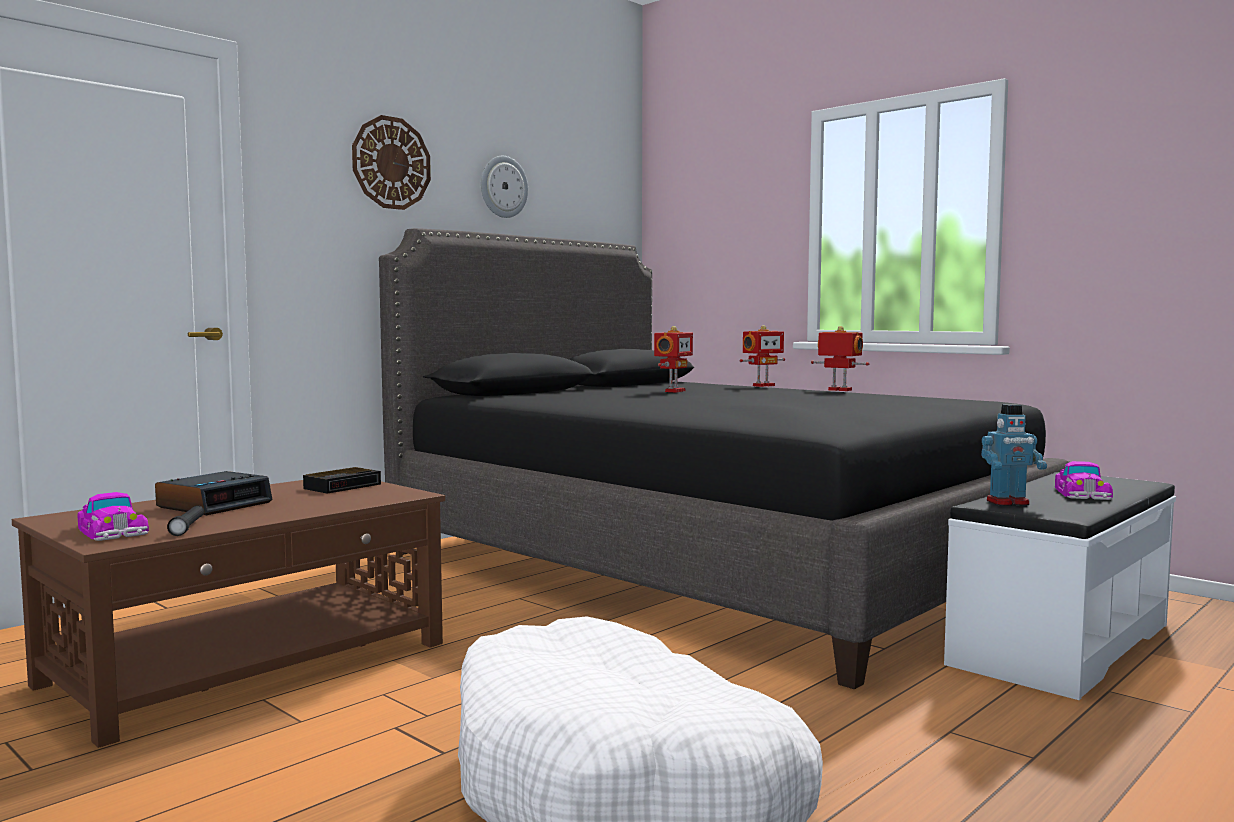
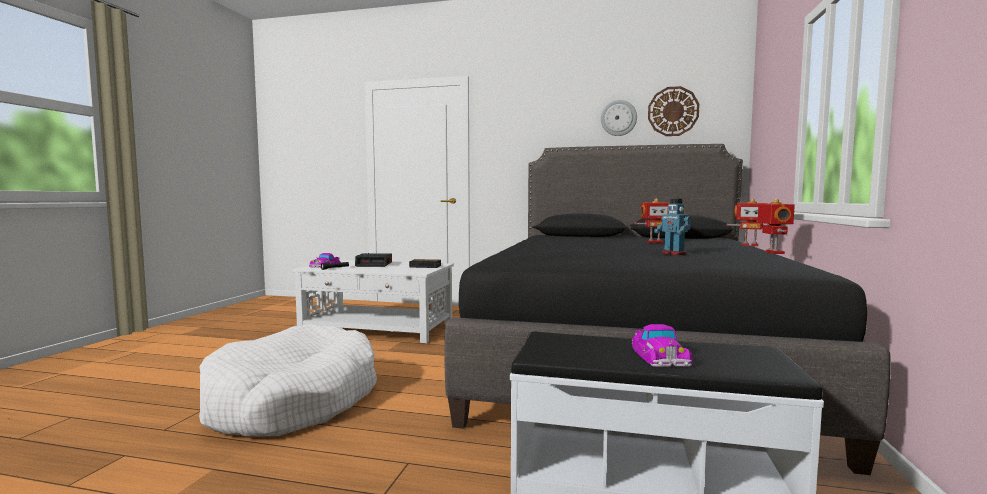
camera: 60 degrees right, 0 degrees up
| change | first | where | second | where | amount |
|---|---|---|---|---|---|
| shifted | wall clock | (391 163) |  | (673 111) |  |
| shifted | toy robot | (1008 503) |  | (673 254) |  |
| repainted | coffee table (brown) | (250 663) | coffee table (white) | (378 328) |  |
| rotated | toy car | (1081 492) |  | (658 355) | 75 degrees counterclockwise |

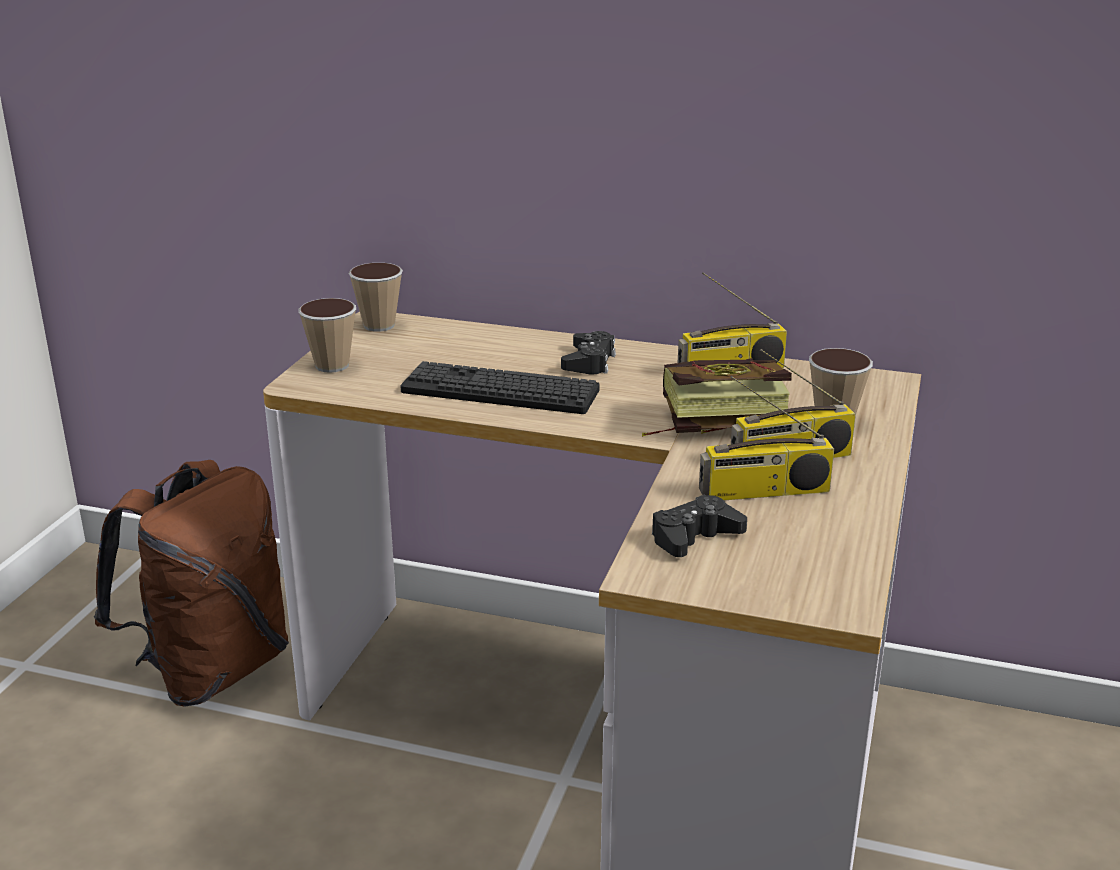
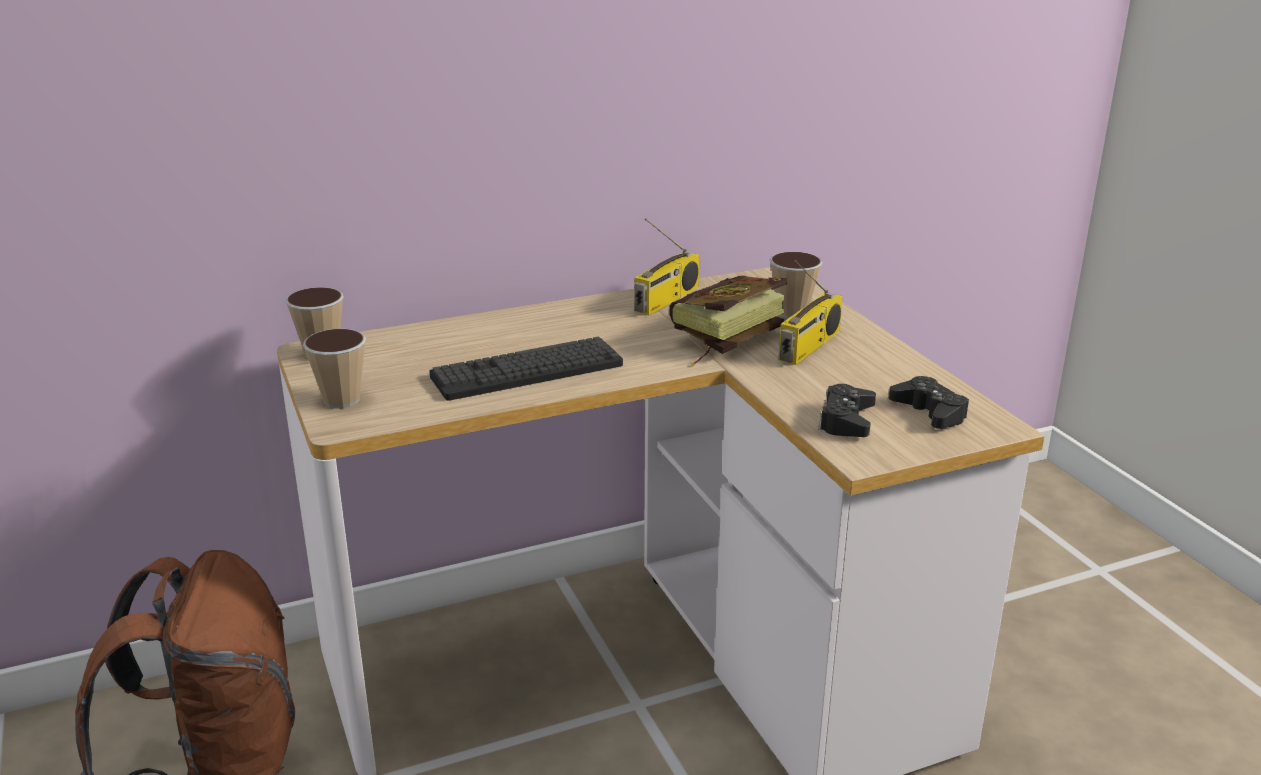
camera: 40 degrees left, 0 degrees up
| change | first | where | second | where | amount |
|---|---|---|---|---|---|
| gone | radio | (764 492) |  |  |  |
| shifted | game controller (black) | (589 361) |  | (929 412) |  |

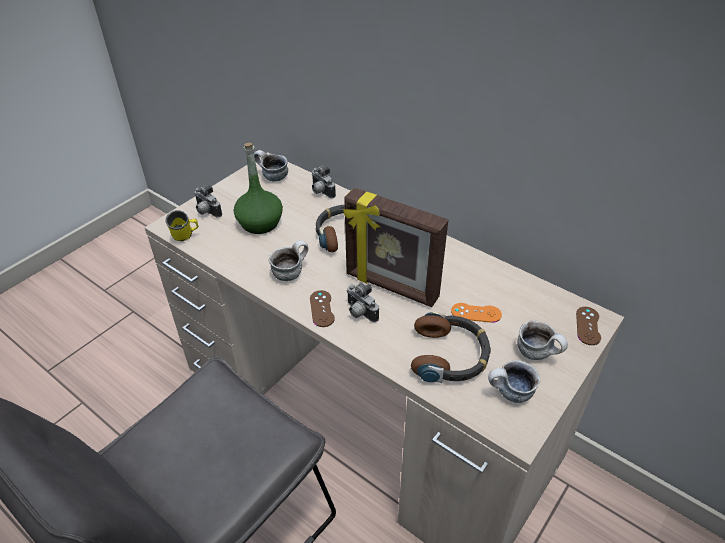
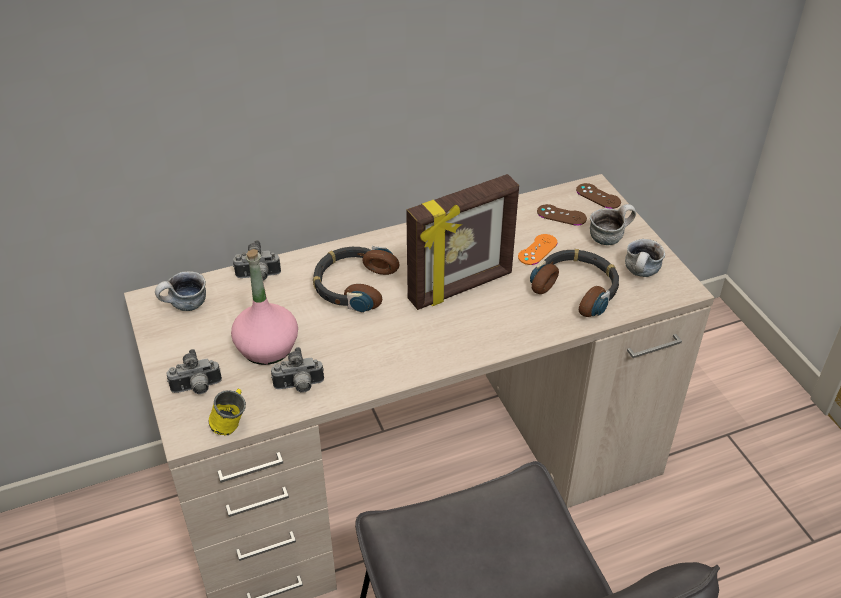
camera: 60 degrees left, 0 degrees up
| change | first | where | second | where | amount |
|---|---|---|---|---|---|
| gone | mug | (290 272) |  |  |  |
| shifted | game controller (brown) | (322 308) |  | (561 215) |  |
| shifted | photo camera | (359 313) |  | (299 387) |  |
| repainted | bottle (green) | (260 223) | bottle (pink) | (267 348) |  |

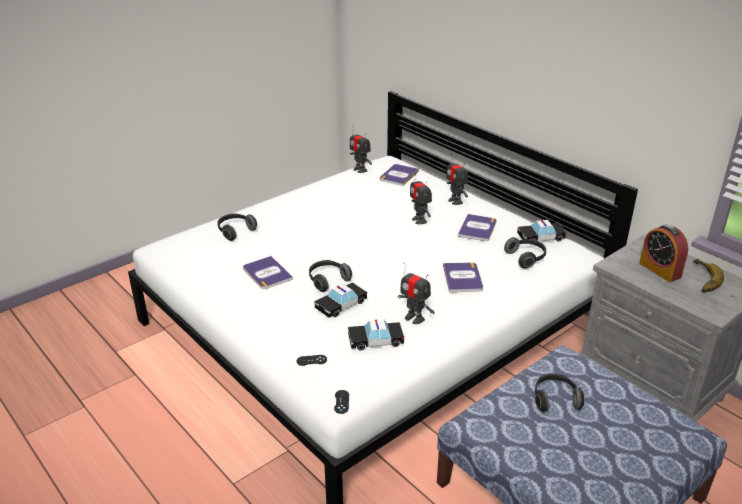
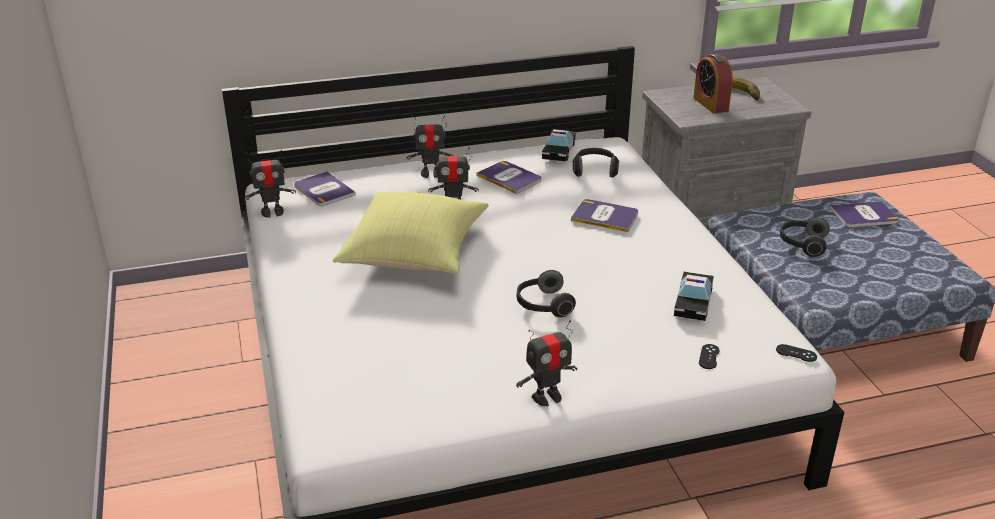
camera: 65 degrees left, 0 degrees up
| change | first | where | second | where | amount |
|---|---|---|---|---|---|
| gone | headphones | (235 231) |  |  |  |
| gone | toy car | (341 305) |  |  |  |
| new |  |  | pillow (yellow) | (415 256) |  |
| shifted | book | (267 273) |  | (864 215) |  |
| shifted | toy robot | (414 318) |  | (547 397) |  |
| rotated | alarm clock | (660 270) |  | (710 104) | 75 degrees clockwise |

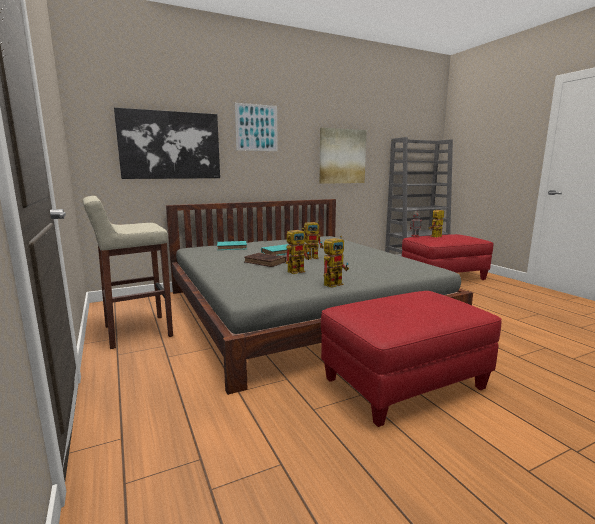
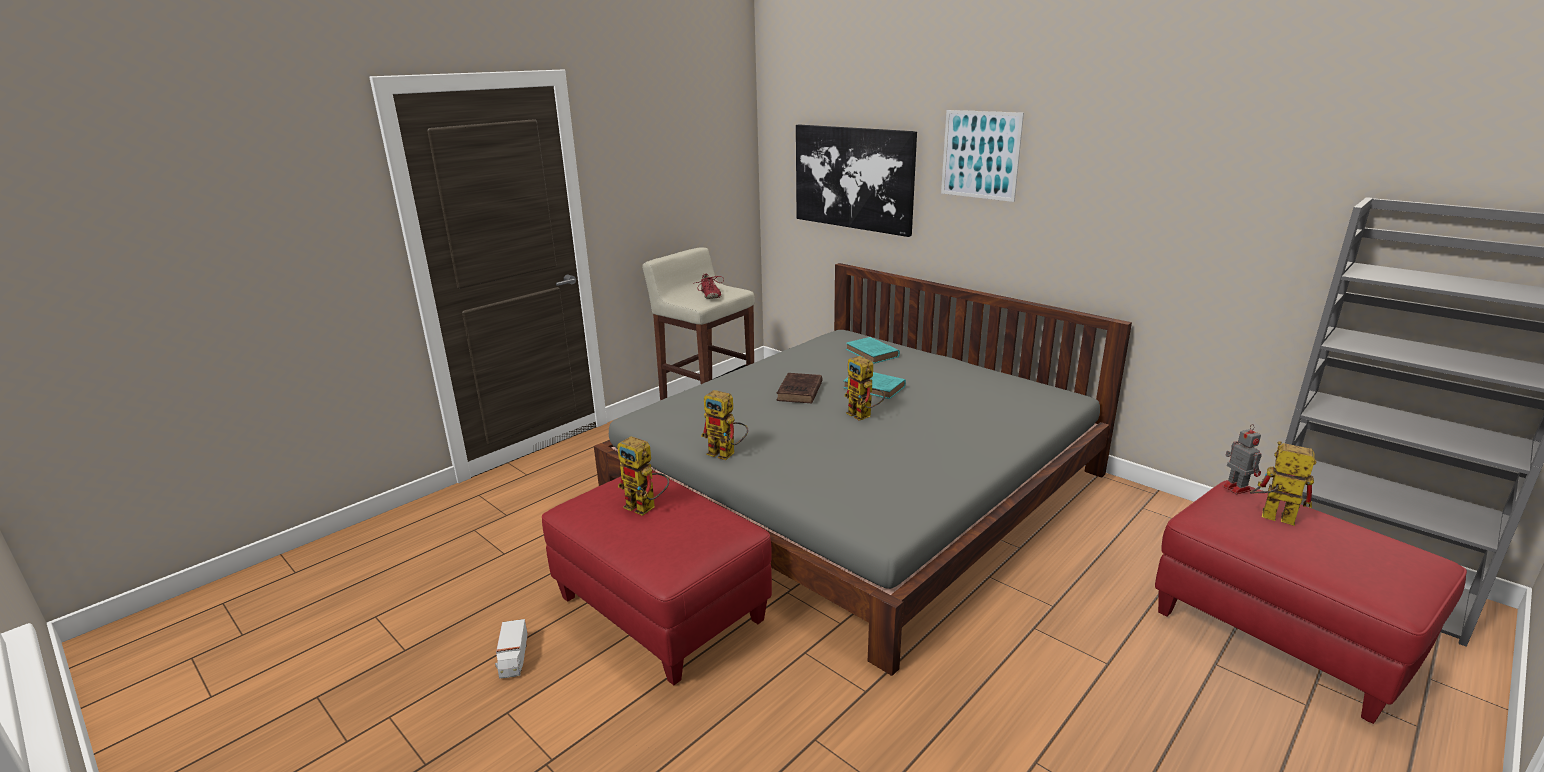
camera: 70 degrees right, 10 degrees up
| change | first | where | second | where | amount |
|---|---|---|---|---|---|
| gone | picture | (342 156) |  |  |  |
| new |  |  | toy truck | (513 658) |  |
| new |  |  | shoe (red) | (710 295) |  |
| shifted | toy robot | (298 270) |  | (646 508) |  |

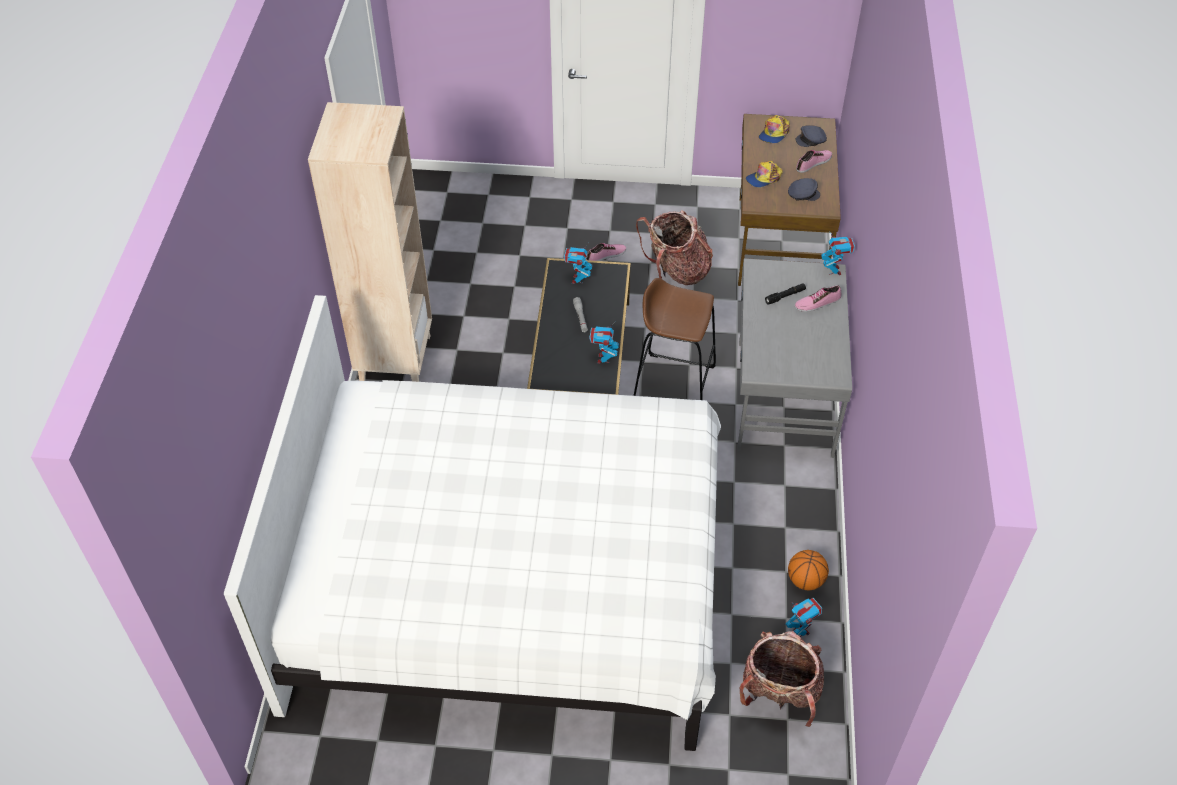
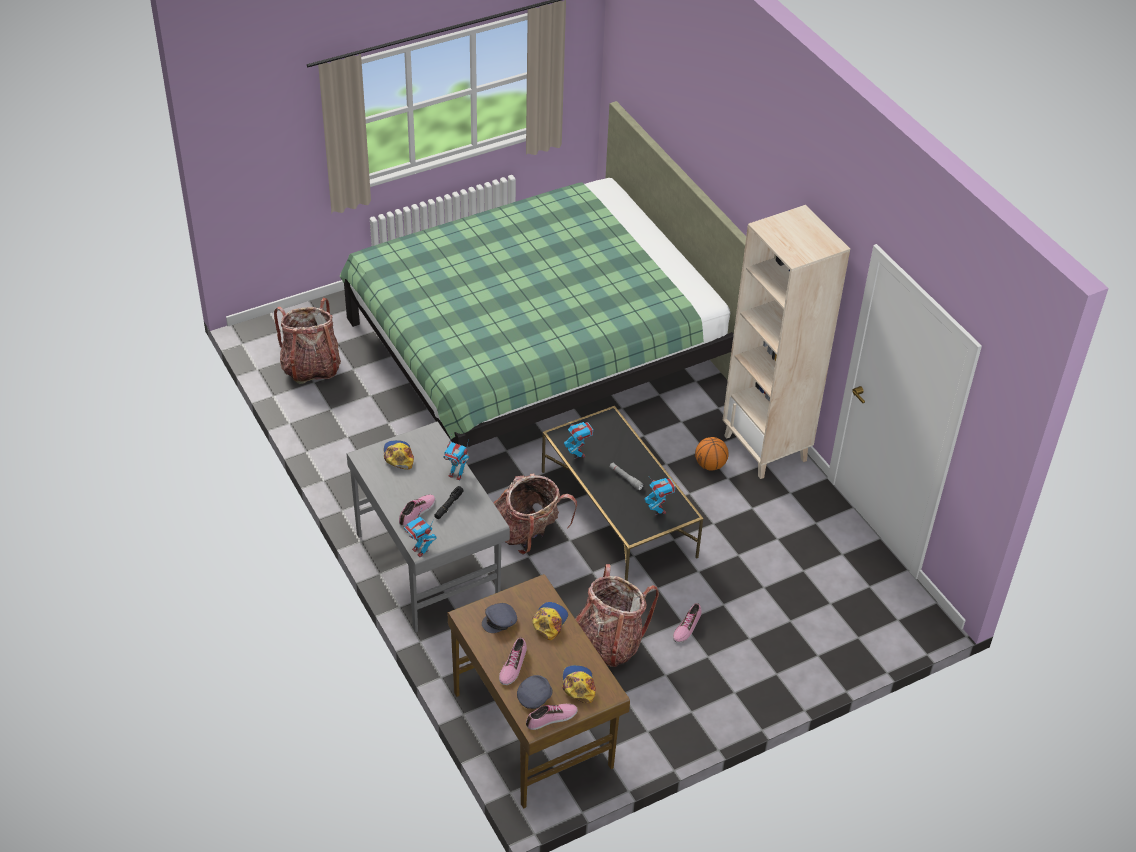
camera: 145 degrees right, 5 degrees down
| change | first | where | second | where | amount |
|---|---|---|---|---|---|
| new |  |  | cap | (398 456) |  |
| new |  |  | shoe | (551 719) |  |
| shifted | toy robot | (800 631) |  | (456 474) |  |
| shifted | basketball | (805 581) |  | (710 465) |  |
| swapped | stool (brown) | (674 384) | backpack | (528 533) |  |
| repainted | bed (white) | (508 580) | bed (green) | (537 350) |  |

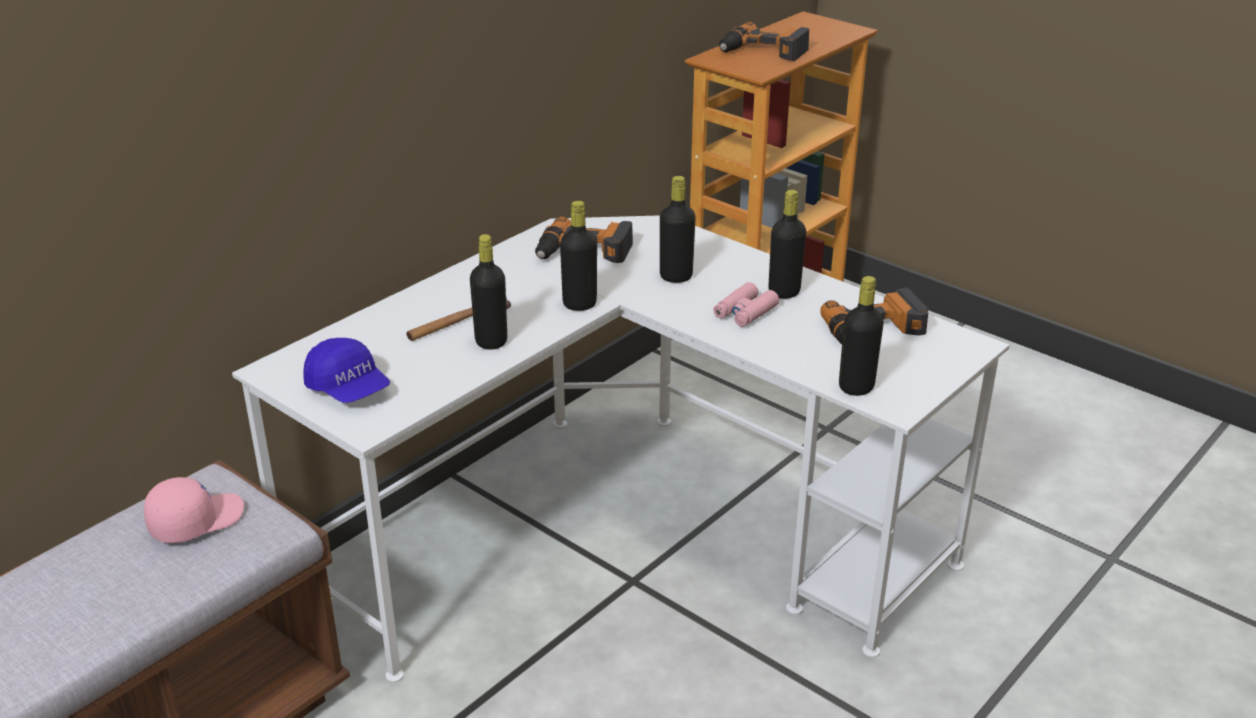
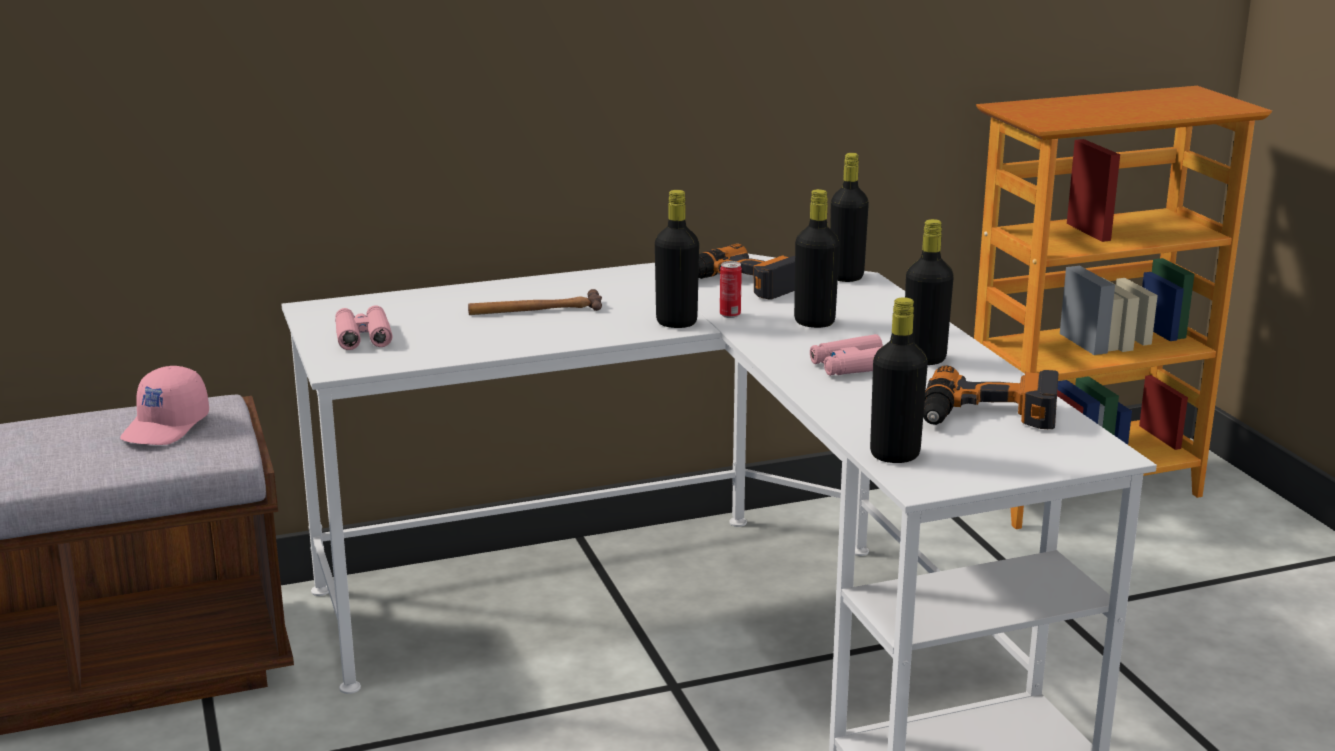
camera: 30 degrees right, 10 degrees down
| change | first | where | second | where | amount |
|---|---|---|---|---|---|
| gone | power drill | (763 52) |  |  |  |
| new |  |  | can | (730 315) |  |
| shifted | bottle (black) | (491 341) |  | (846 277) |  |
| swapped | cap (blue) | (348 389) | binoculars (pink) | (363 336) |  |
| rotated | cap (pink) | (196 520) |  | (167 427) | 120 degrees clockwise |

